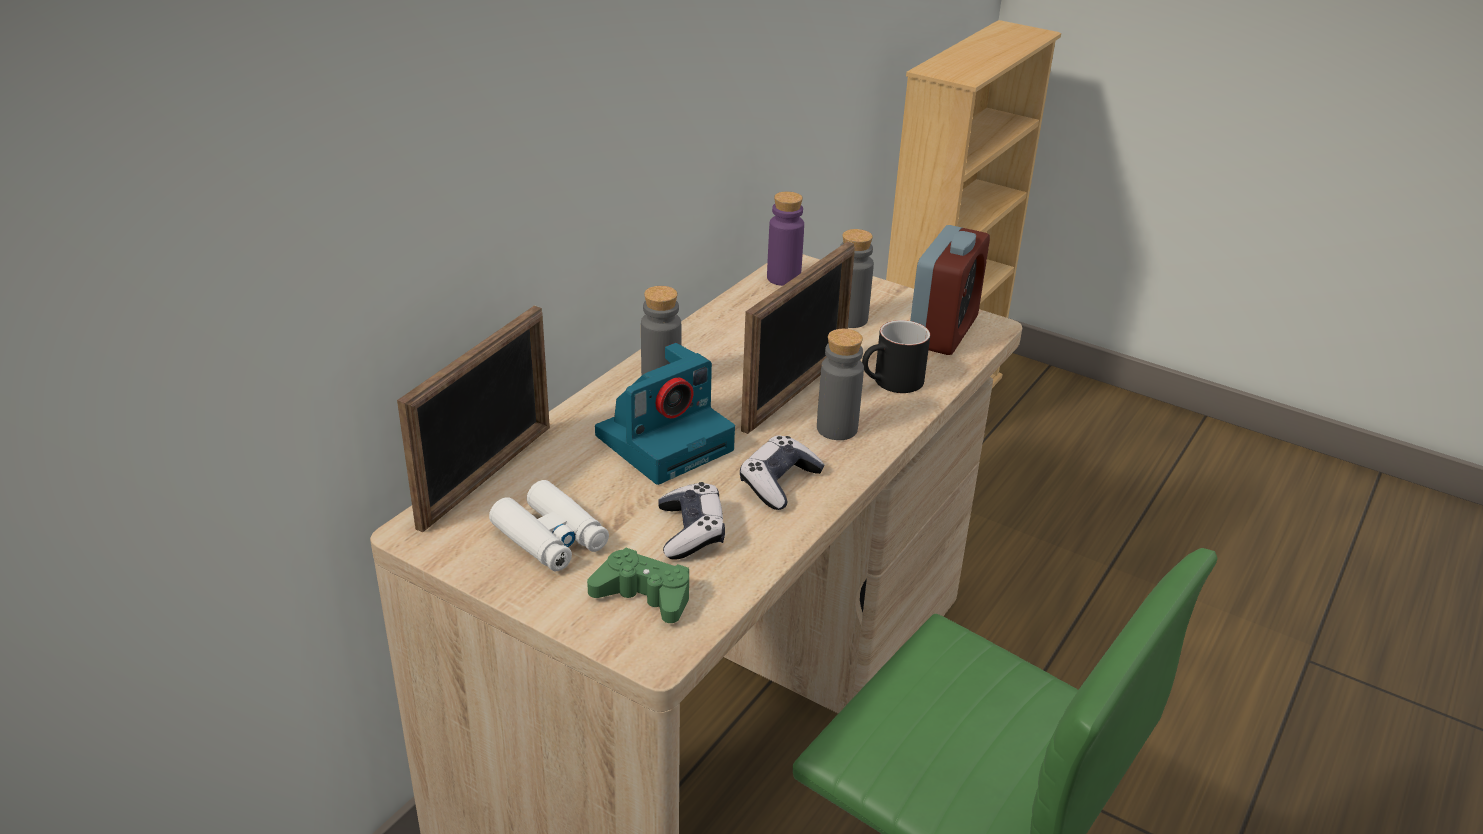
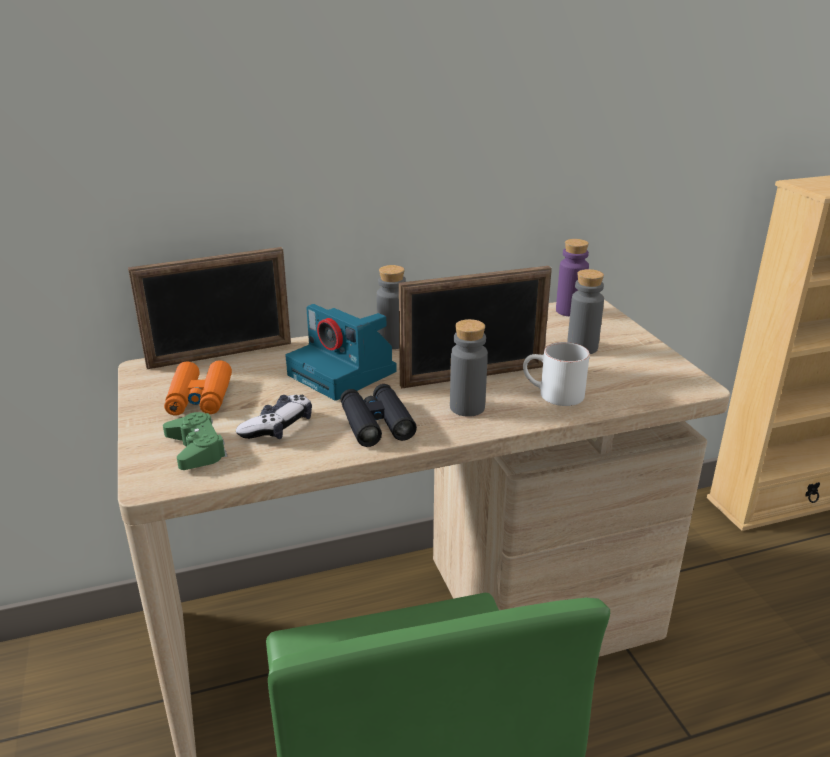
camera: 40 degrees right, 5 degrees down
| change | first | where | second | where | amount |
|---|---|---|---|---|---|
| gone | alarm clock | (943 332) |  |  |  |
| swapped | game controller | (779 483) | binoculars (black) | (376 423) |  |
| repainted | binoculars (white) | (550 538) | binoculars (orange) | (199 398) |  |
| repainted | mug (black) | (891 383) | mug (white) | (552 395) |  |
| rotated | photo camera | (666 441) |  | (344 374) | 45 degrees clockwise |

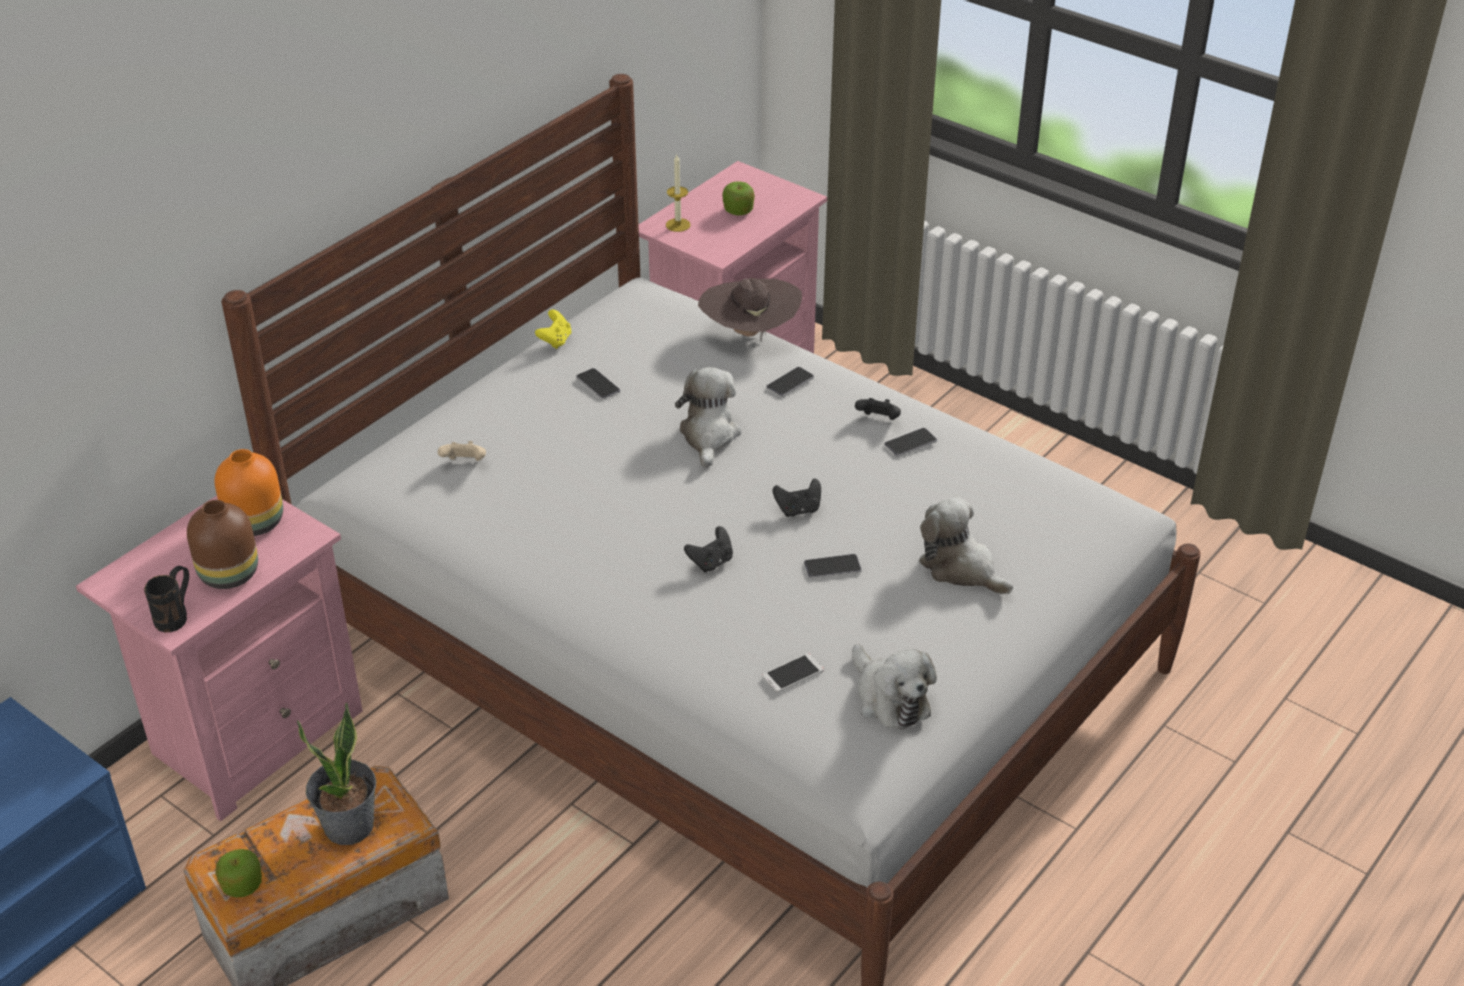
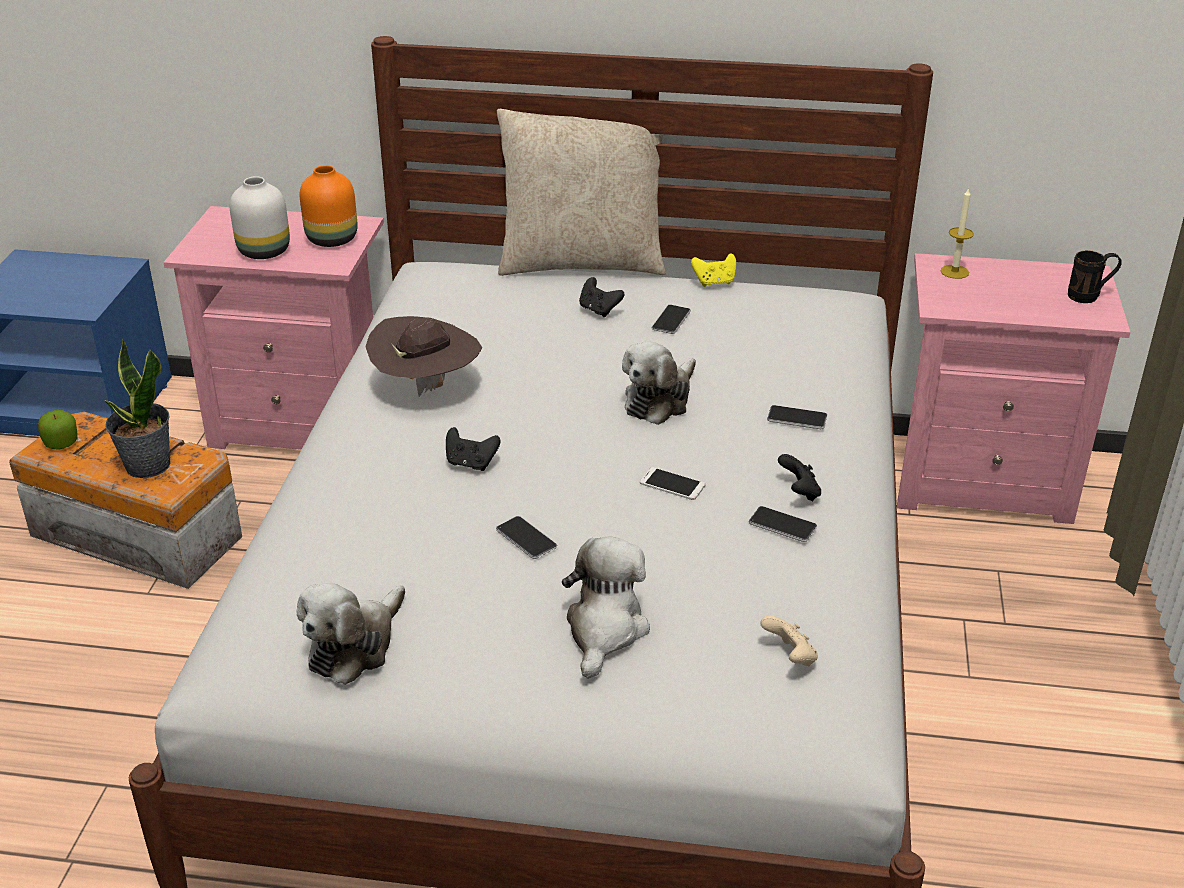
camera: 60 degrees right, 5 degrees down
| change | first | where | second | where | amount |
|---|---|---|---|---|---|
| gone | apple | (738 211) |  |  |  |
| new |  |  | pillow (beige) | (582 262) |  |
| shifted | mug (black) | (177 616) |  | (1089 296) |  |
| shifted | game controller (beige) | (465 463) |  | (790 657) |  |
| shifted | hat (brown) | (750 335) |  | (427 386) |  |
| shifted | phone | (793 673) |  | (672 484) |  |
| shifted | game controller (black) | (798 510) |  | (599 310) |  |
| repainted | vase (brown) | (230 573) | vase (white) | (265 251) |  |
| rotated | plush toy | (709 435) |  | (659 400) | 150 degrees clockwise |

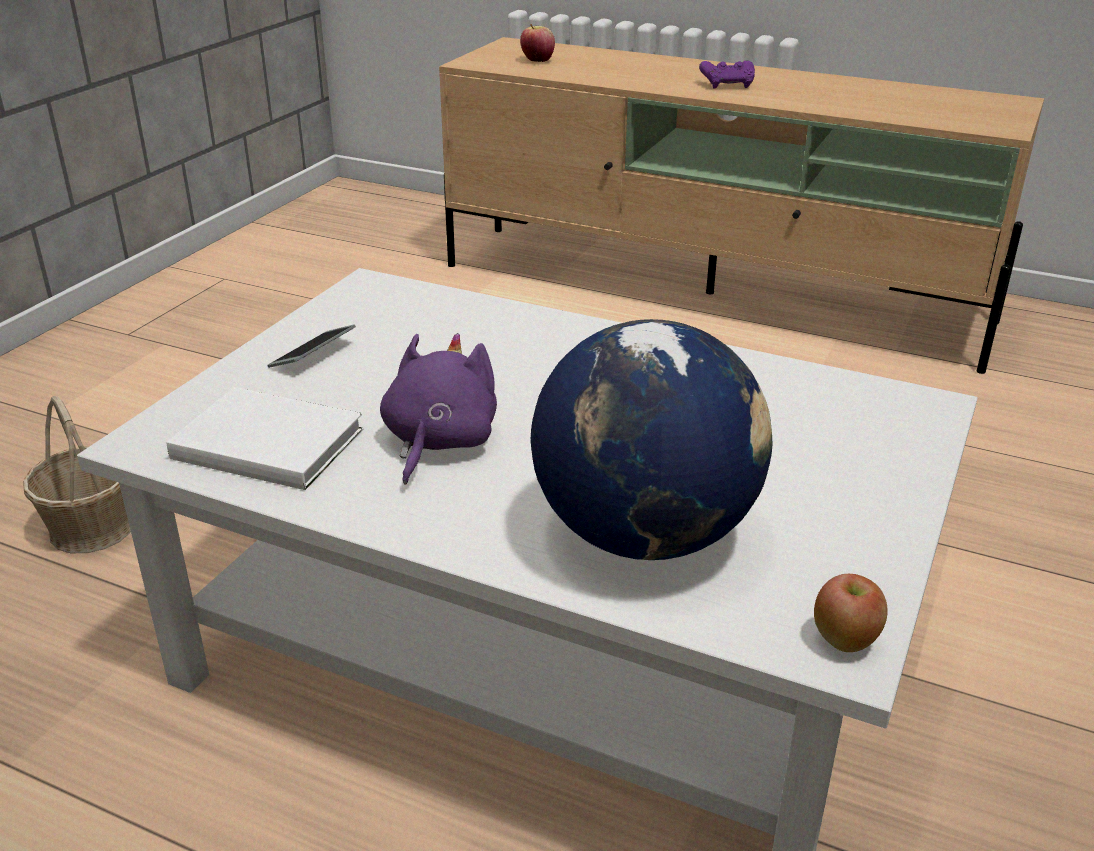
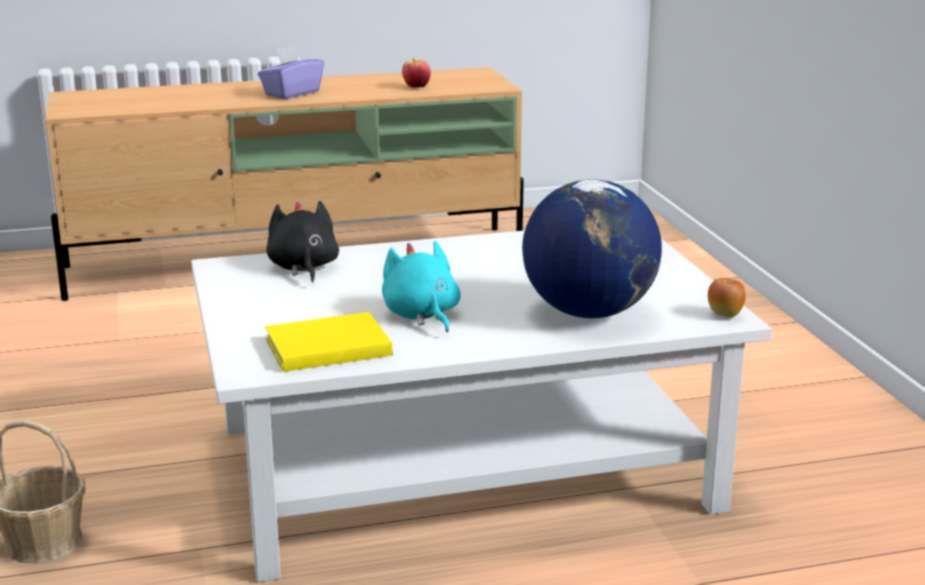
camera: 40 degrees left, 10 degrees down
| change | first | where | second | where | amount |
|---|---|---|---|---|---|
| gone | phone | (313 355) |  |  |  |
| new |  |  | plush toy (black) | (303 268) |  |
| shifted | apple | (537 61) |  | (416 87) |  |
| swapped | game controller (purple) | (727 85) | tissue box (purple) | (291 93) |  |
| repainted | book (white) | (266 442) | book (yellow) | (324 347) |  |
| repainted | plush toy (purple) | (438 442) | plush toy (turquoise) | (421 315) |  |

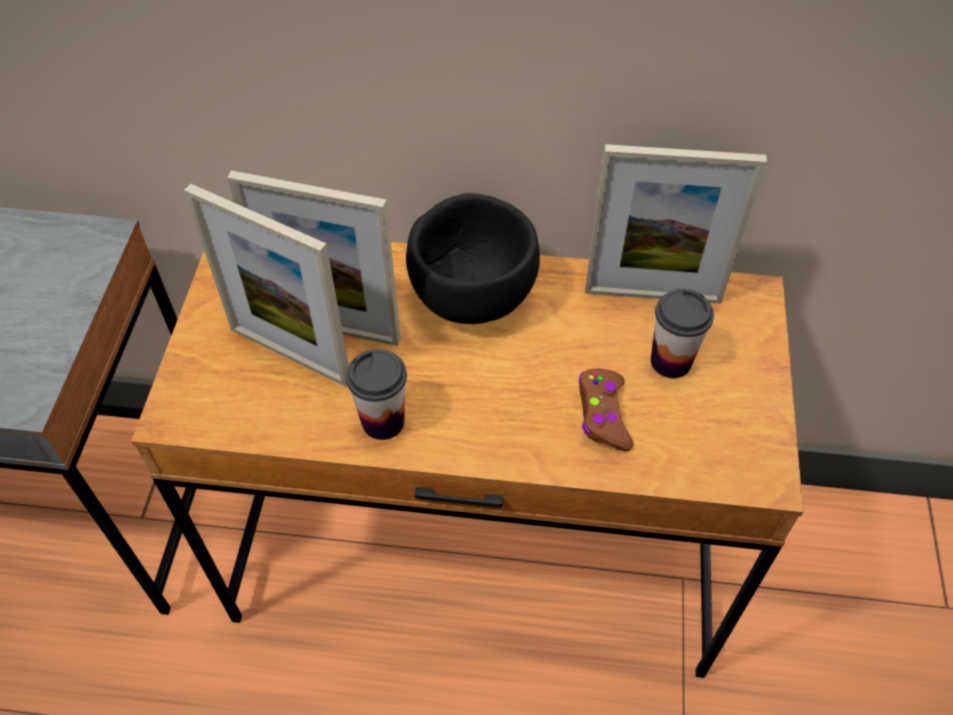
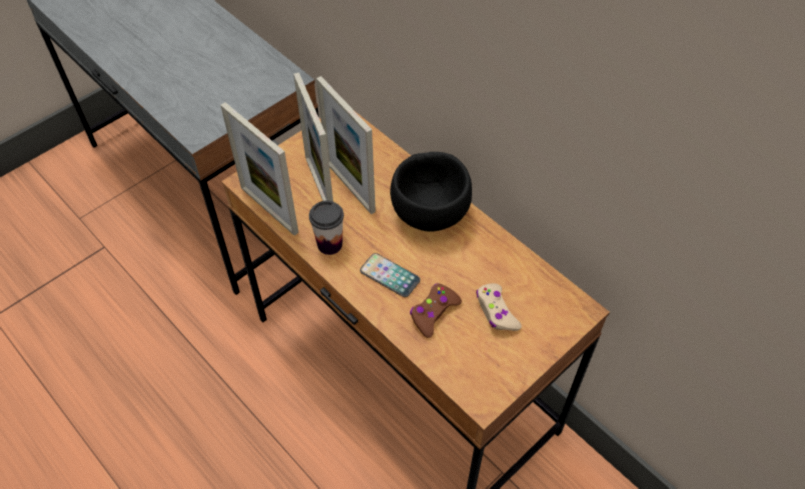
camera: 40 degrees right, 0 degrees up
| change | first | where | second | where | amount |
|---|---|---|---|---|---|
| new |  |  | phone | (390 276) |  |
| shifted | picture frame | (652 295) |  | (269 210) |  |
| swapped | cup | (671 361) | game controller (beige) | (496 312) |  |

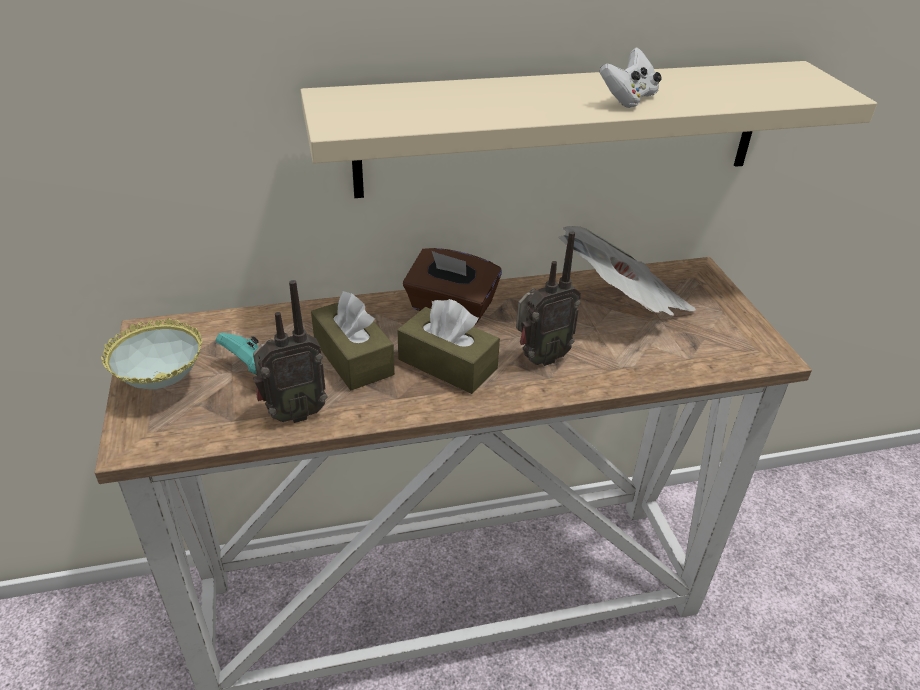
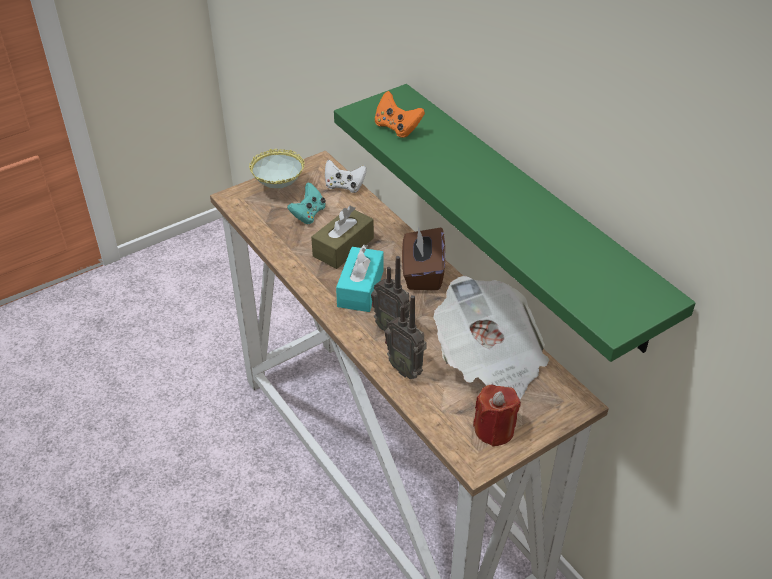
camera: 70 degrees right, 5 degrees up
| change | first | where | second | where | amount |
|---|---|---|---|---|---|
| new |  |  | game controller (orange) | (397 128) |  |
| new |  |  | candle (red) | (494 430) |  |
| shifted | radio | (293 413) |  | (406 369) |  |
| shifted | game controller (white) | (628 99) |  | (344 186) |  |
| repainted | shelf (beige) | (563 128) | shelf (green) | (526 214) |  |
| repainted | tissue box (brown) | (447 364) | tissue box (turquoise) | (360 288) |  |

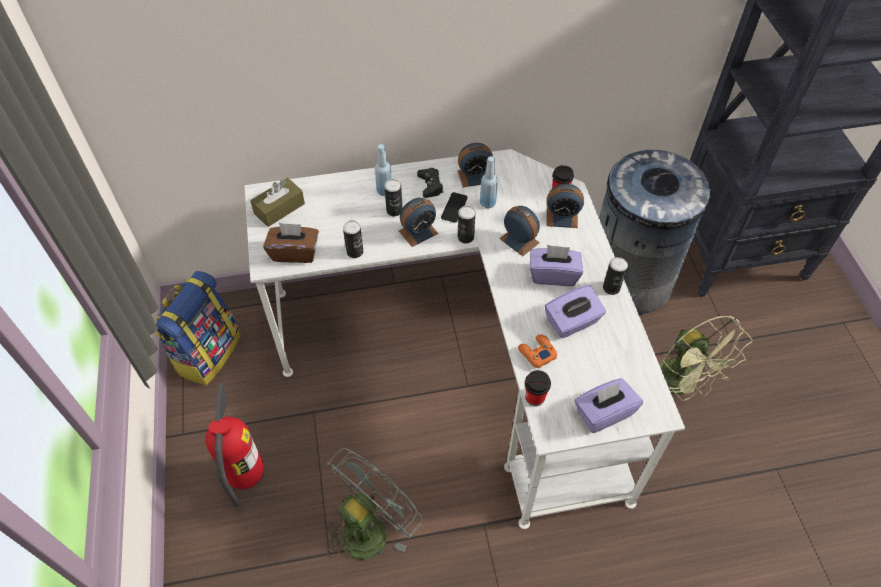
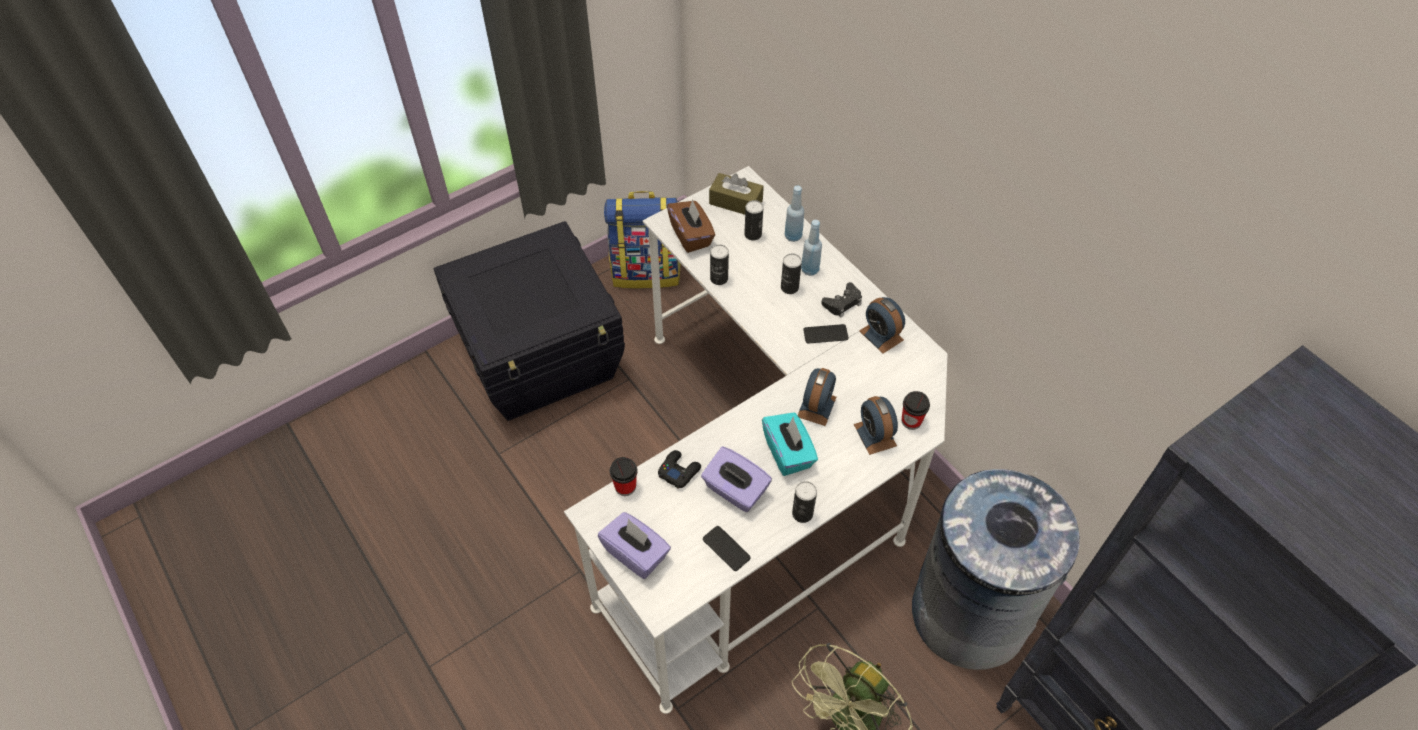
camera: 65 degrees right, 0 degrees up
| change | first | where | second | where | amount |
|---|---|---|---|---|---|
| gone | fan (grey) | (370 526) |  |  |  |
| gone | alarm clock | (418 232) |  |  |  |
| new |  |  | phone | (726 548) |  |
| shifted | can | (465 237) |  | (753 234) |  |
| shifted | bottle (blue) | (487 203) |  | (793 236) |  |
| swapped | fire extinguisher | (246 476) | storage box (black) | (542 358) |  |
| repainted | game controller (orange) | (536 353) | game controller (black) | (679 471) |  |
| repainted | tissue box (purple) | (553 275) | tissue box (turquoise) | (788 453) |  |

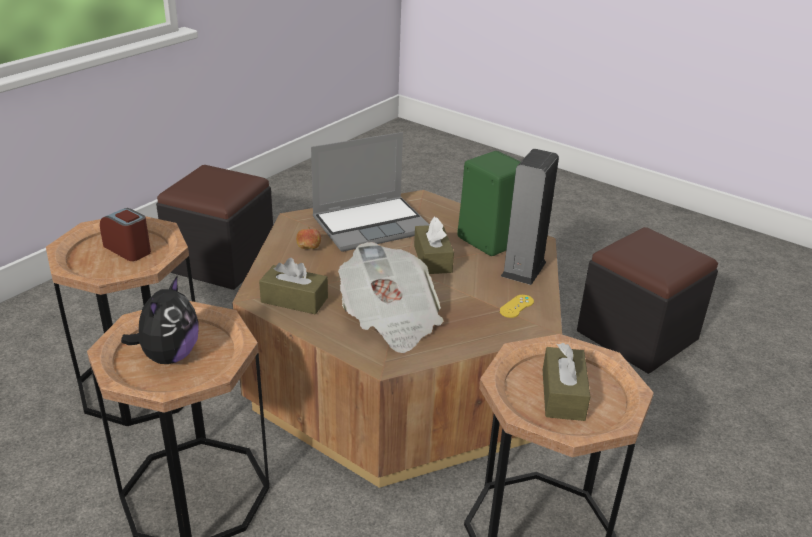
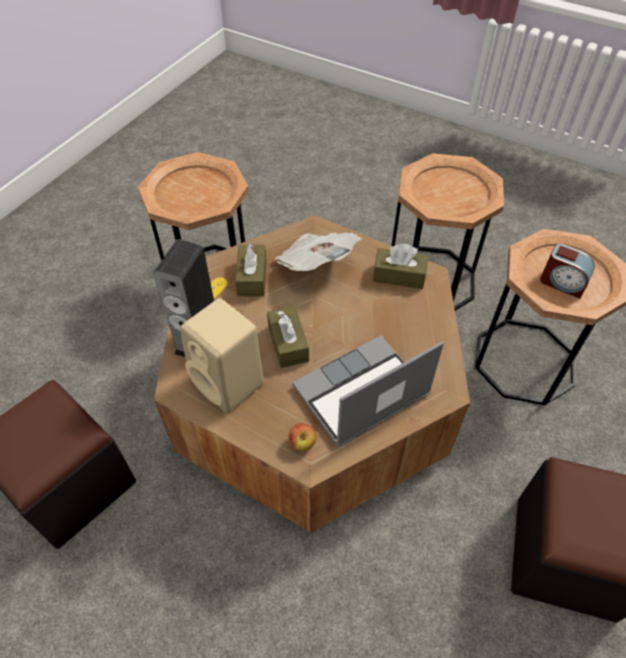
camera: 175 degrees right, 20 degrees up
| change | first | where | second | where | amount |
|---|---|---|---|---|---|
| gone | plush toy | (169 356) |  |  |  |
| shifted | apple | (309 248) |  | (302 443) |  |
| shifted | tissue box (brown) | (563 395) |  | (252 277) |  |
| repainted | speaker (green) | (488 239) | speaker (beige) | (230 384) |  |

